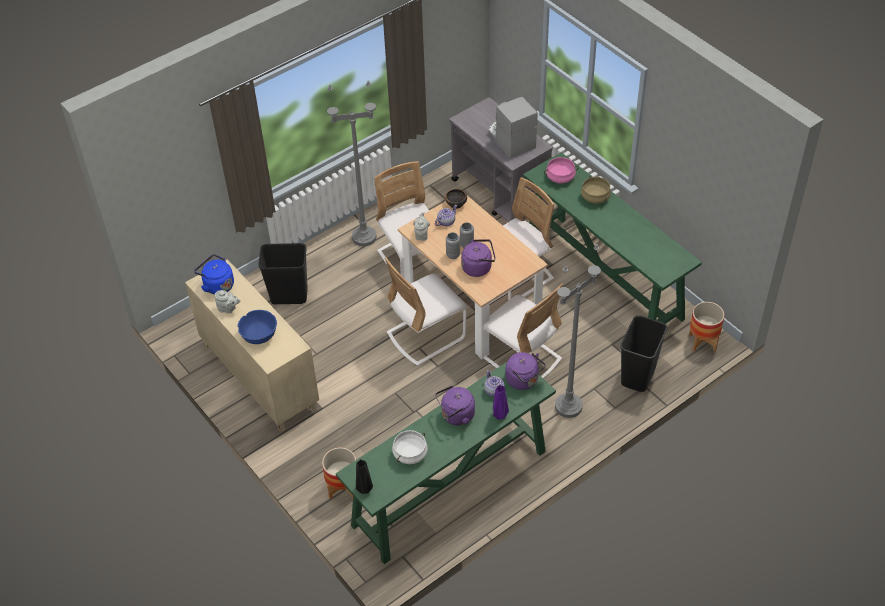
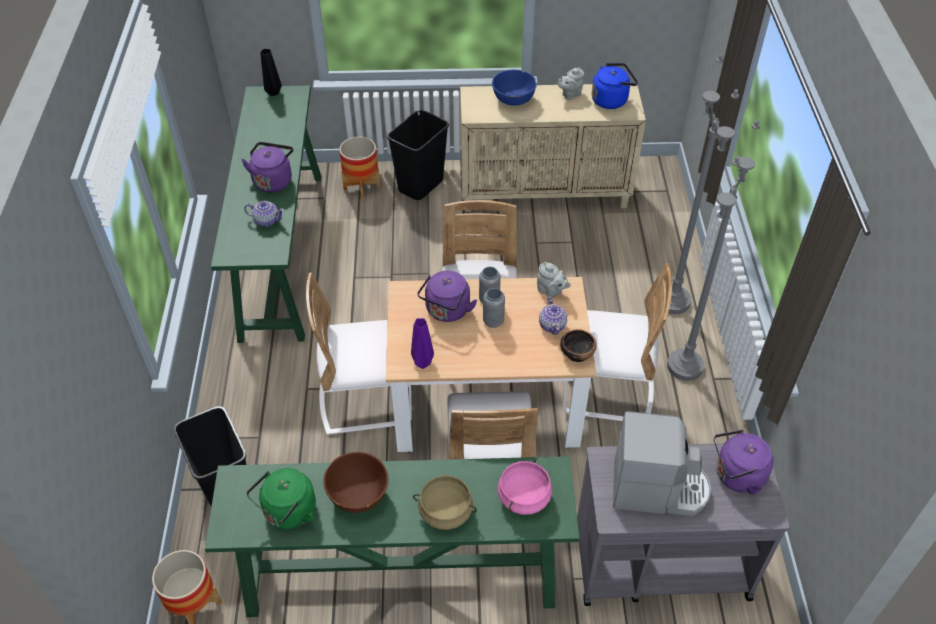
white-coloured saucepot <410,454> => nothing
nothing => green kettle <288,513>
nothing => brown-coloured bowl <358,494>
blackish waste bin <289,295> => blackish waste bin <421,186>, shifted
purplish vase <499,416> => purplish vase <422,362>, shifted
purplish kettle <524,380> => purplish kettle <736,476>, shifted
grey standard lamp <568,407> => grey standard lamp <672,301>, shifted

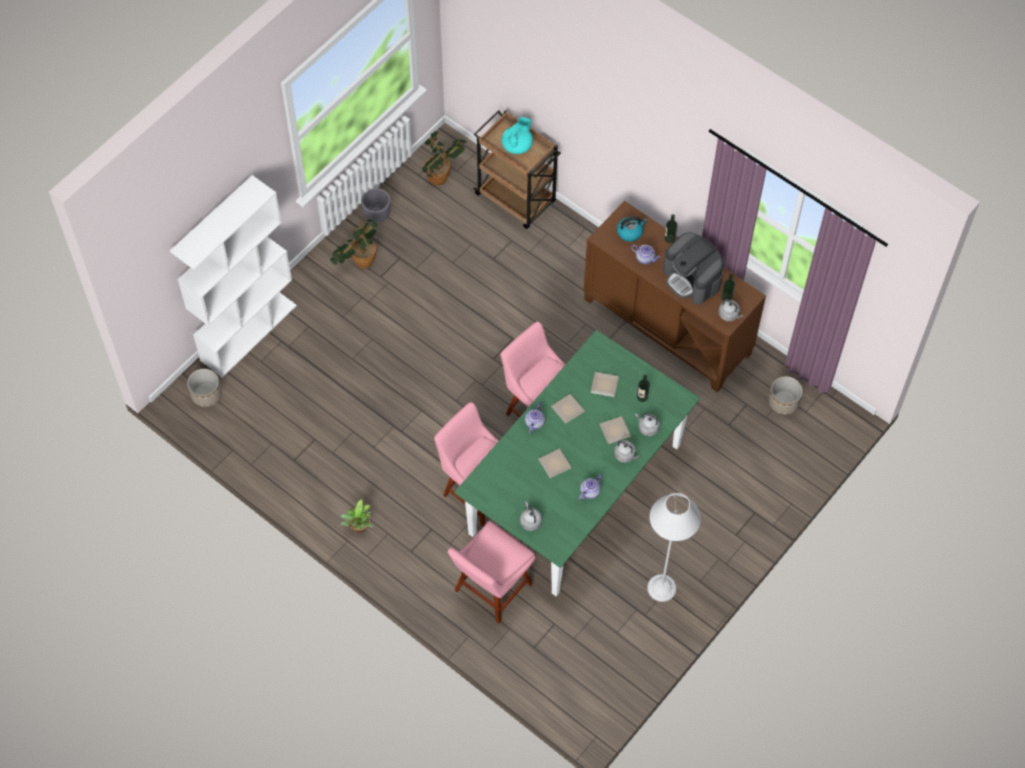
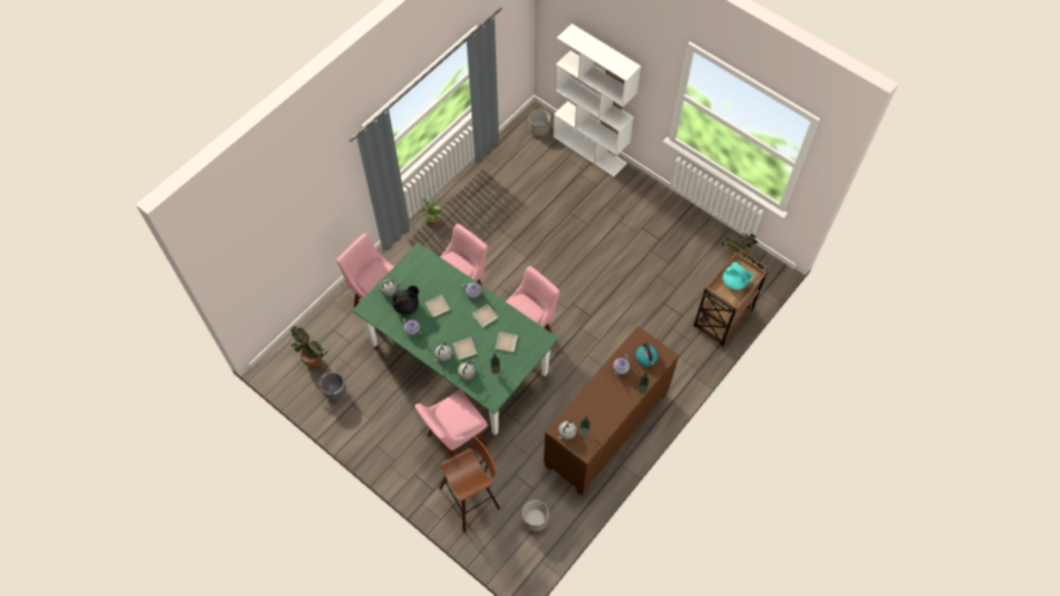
grey standard lamp <661,588> => nothing
coffee maker <692,278> => nothing
nothing => blackish tea pot <407,306>
nothing => pink-coloured upright chair <454,441>
nothing => stool <471,498>
potted plant <359,262> => potted plant <312,357>, shifted
grey planter <377,215> => grey planter <336,392>, shifted

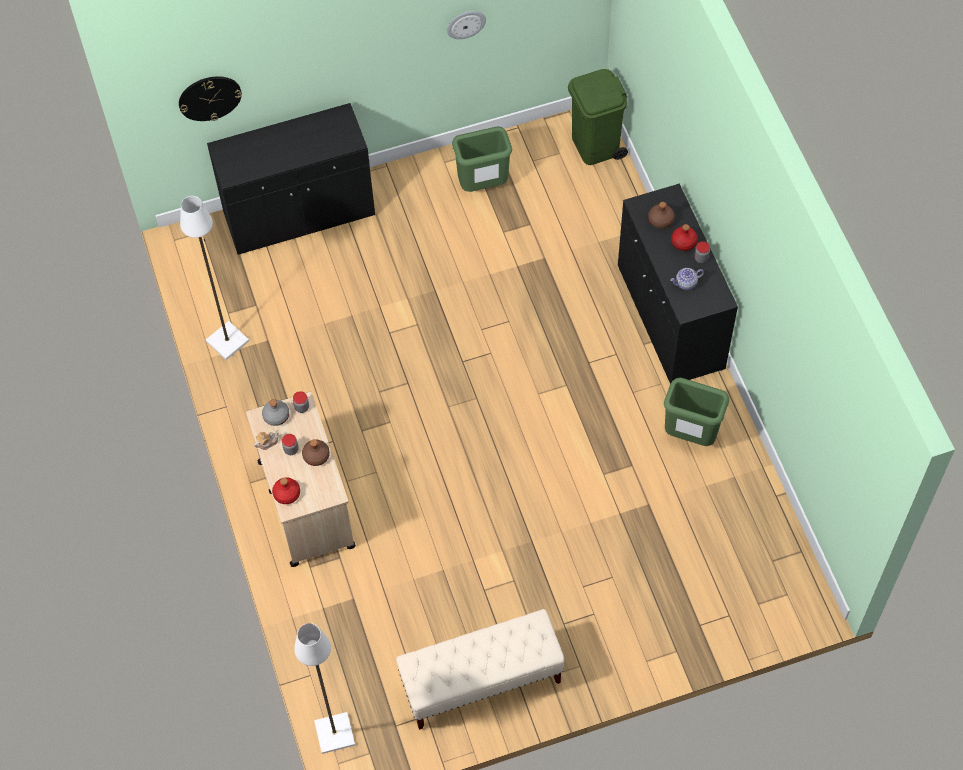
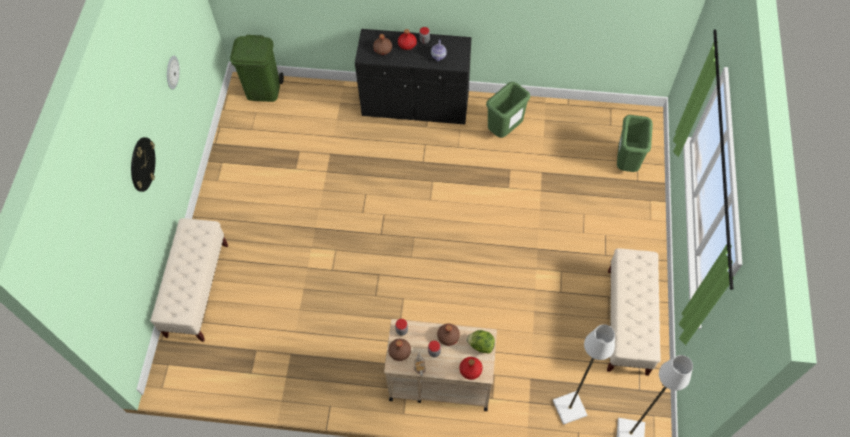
nothing => lettuce <480,345>
wall clock <209,97> => wall clock <142,164>, shifted
white-coloured standard lamp <227,340> => white-coloured standard lamp <568,408>, shifted
green waste bin <482,186> => green waste bin <627,163>, shifted
blackish storage cabinet <299,214> => beige indoor bench <197,289>
grey bottle <276,416> => brown-coloured bottle <399,351>

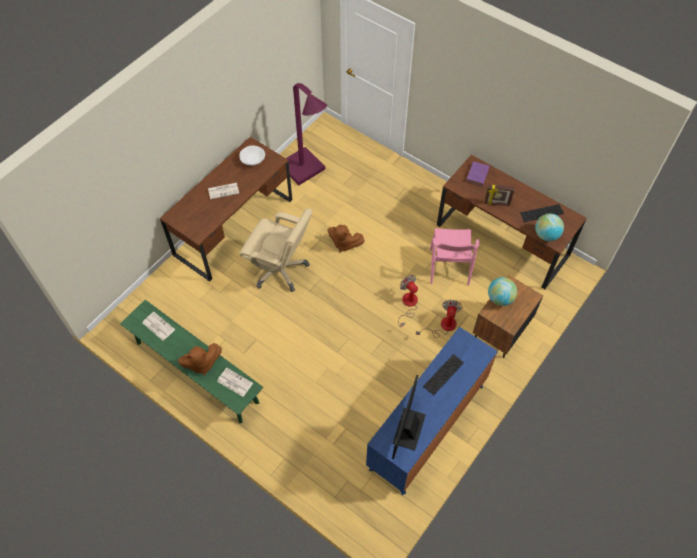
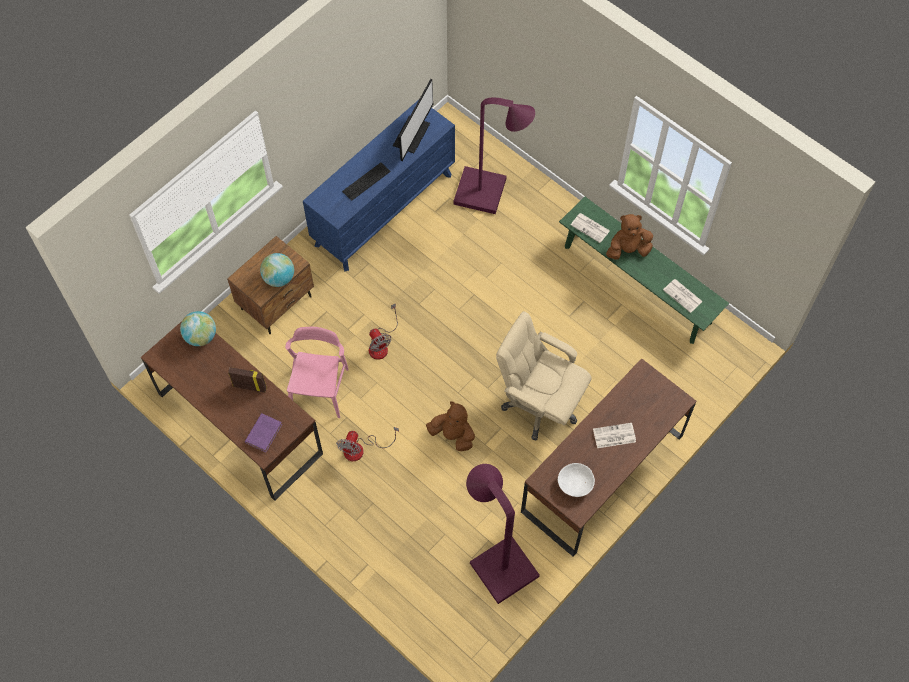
PC keyboard <541,213> => nothing
nothing => purplish standard lamp <488,193>
fan <443,326> => fan <361,449>, shifted

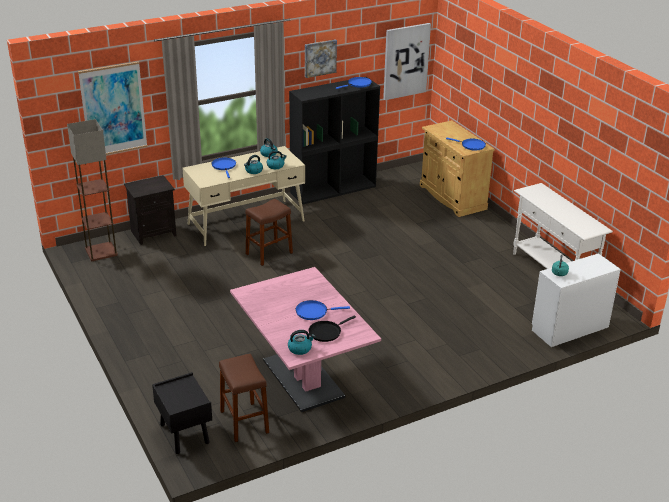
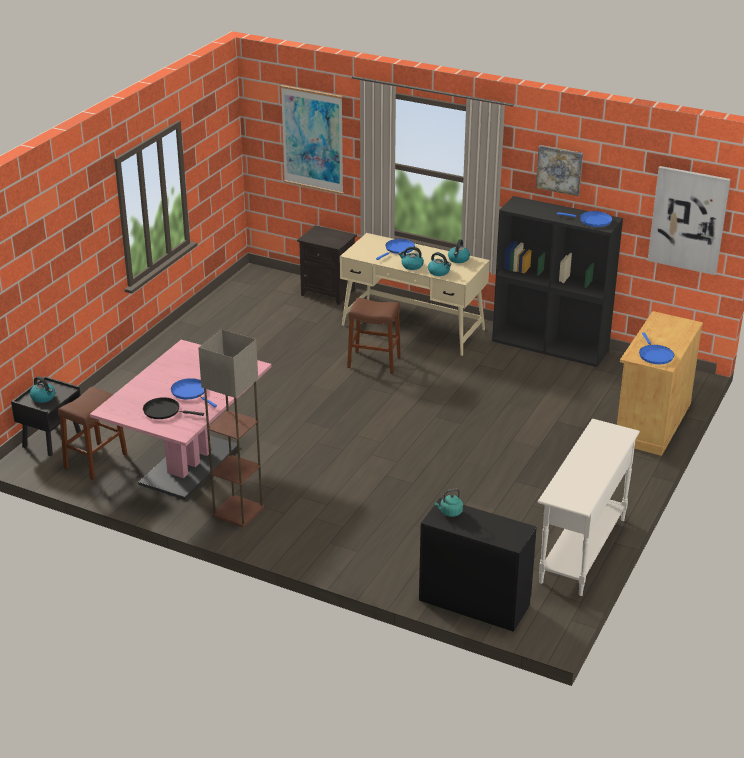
standard lamp <101,252> => standard lamp <237,512>, shifted
kettle <300,348> => kettle <43,397>, shifted
white-coloured dresser <569,328> => blackish dresser <474,601>

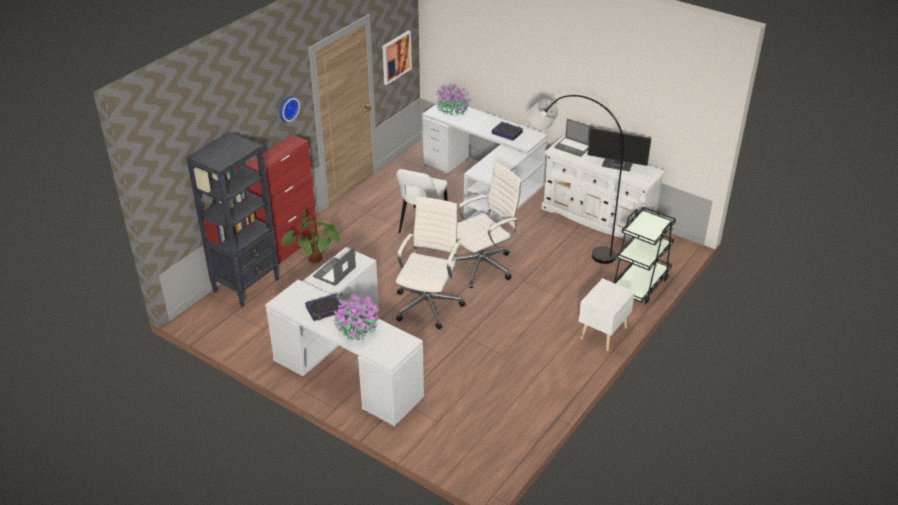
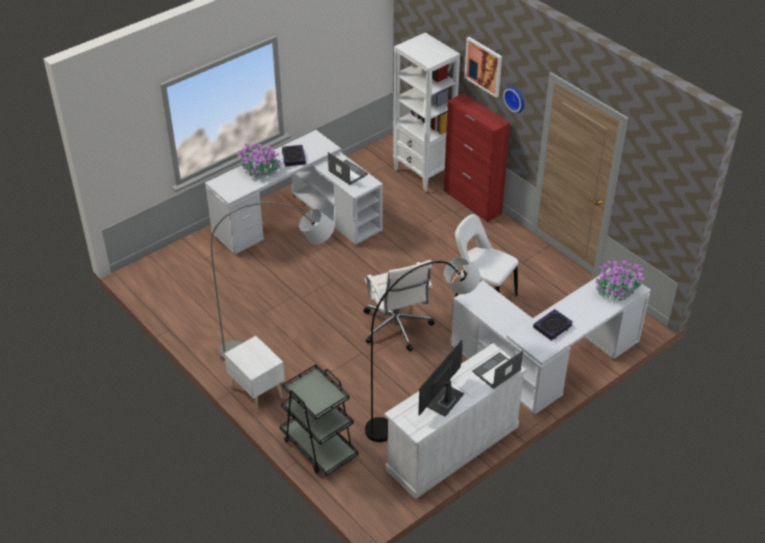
potted plant <317,263> => nothing
white-coloured desk chair <429,304> => nothing
nothing => grey standard lamp <282,344>
wall art <396,57> => wall art <484,66>, shifted
blackish shelving unit <247,285> => white-coloured shelving unit <423,174>

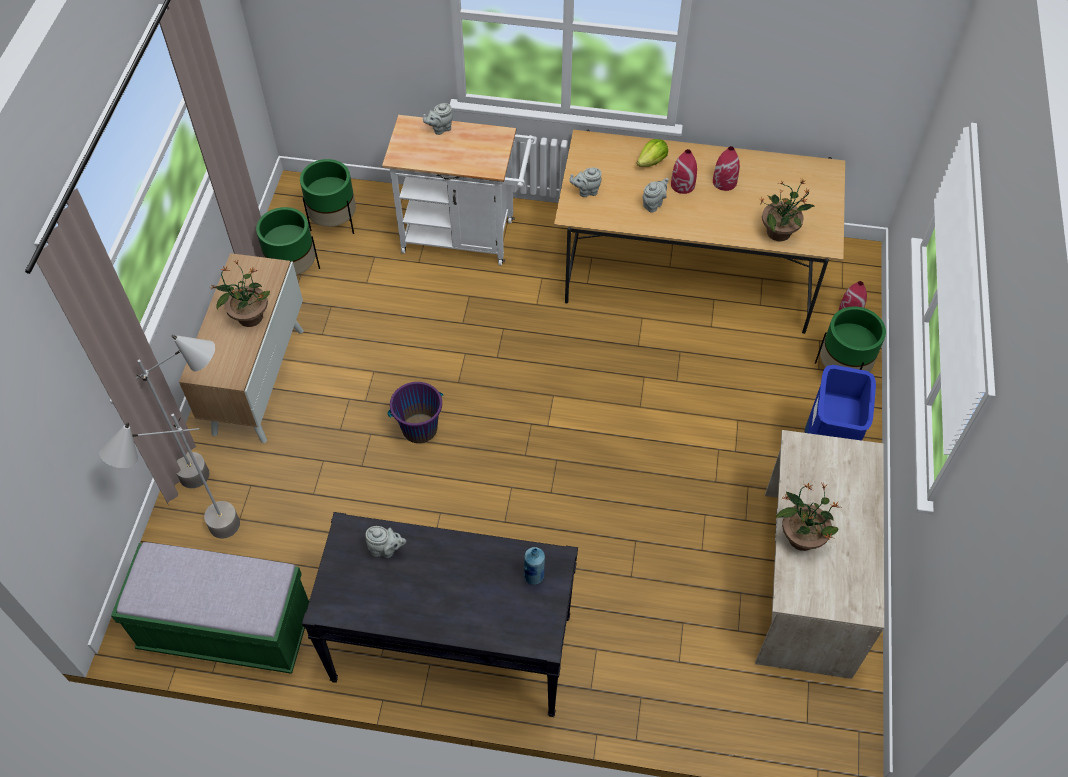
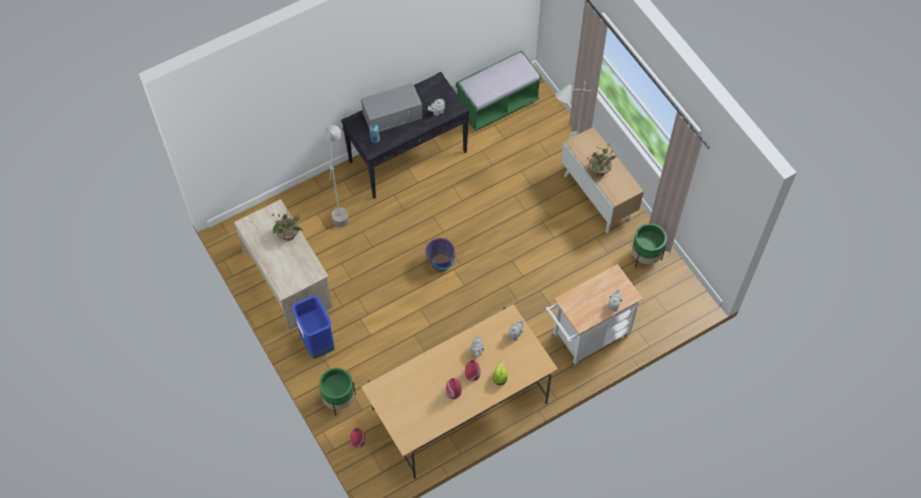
green planter <334,222> => nothing
potted plant <779,232> => nothing
nothing => grey microwave <393,115>
grey standard lamp <204,542> => grey standard lamp <341,208>, shifted
purplish pail <419,428> => purplish pail <440,263>, shifted

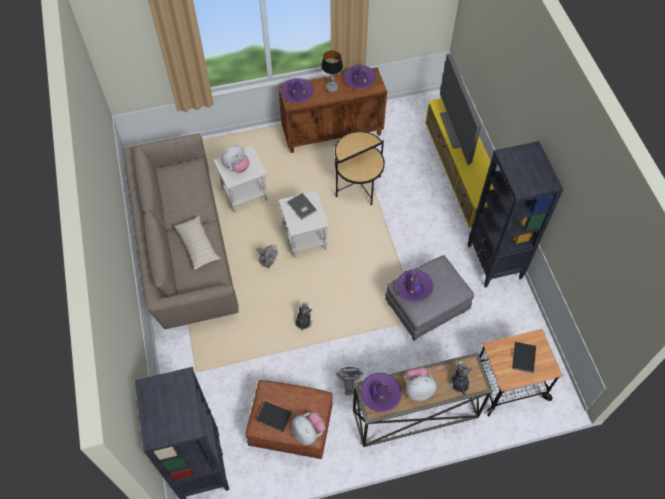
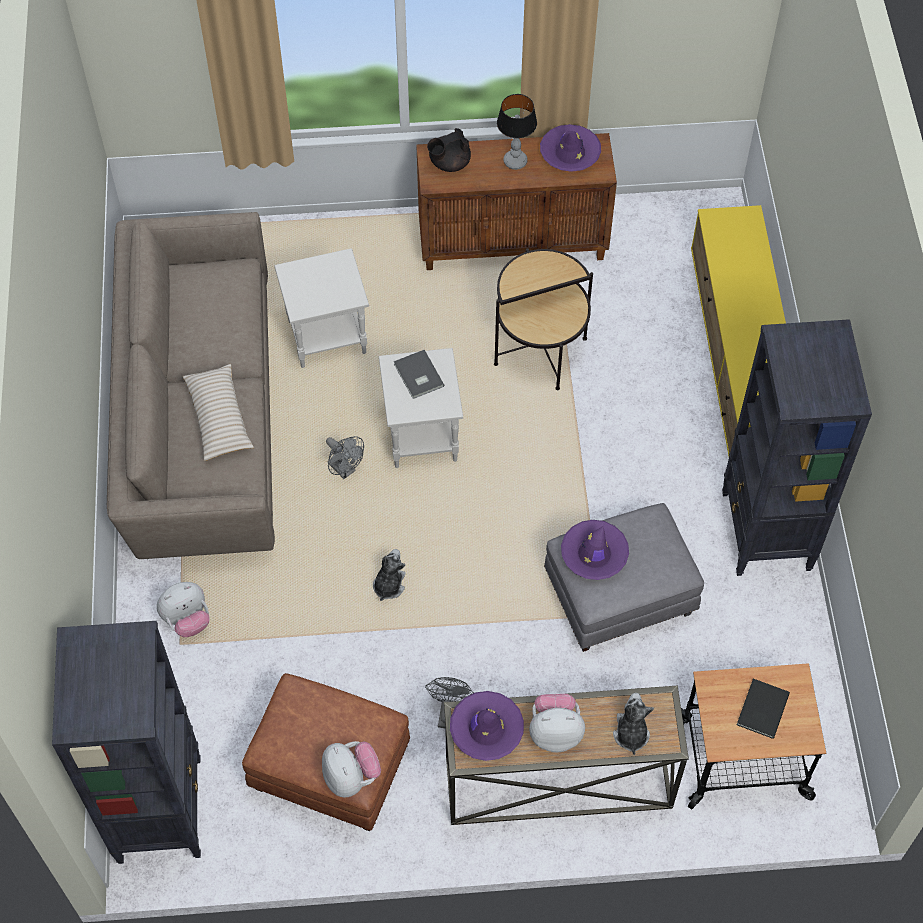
blackish book <274,417> => nothing
TV set <457,129> => nothing
plush toy <236,167> => plush toy <187,620>, shifted
purplish clothing hat <297,93> => blackish tea pot <449,163>

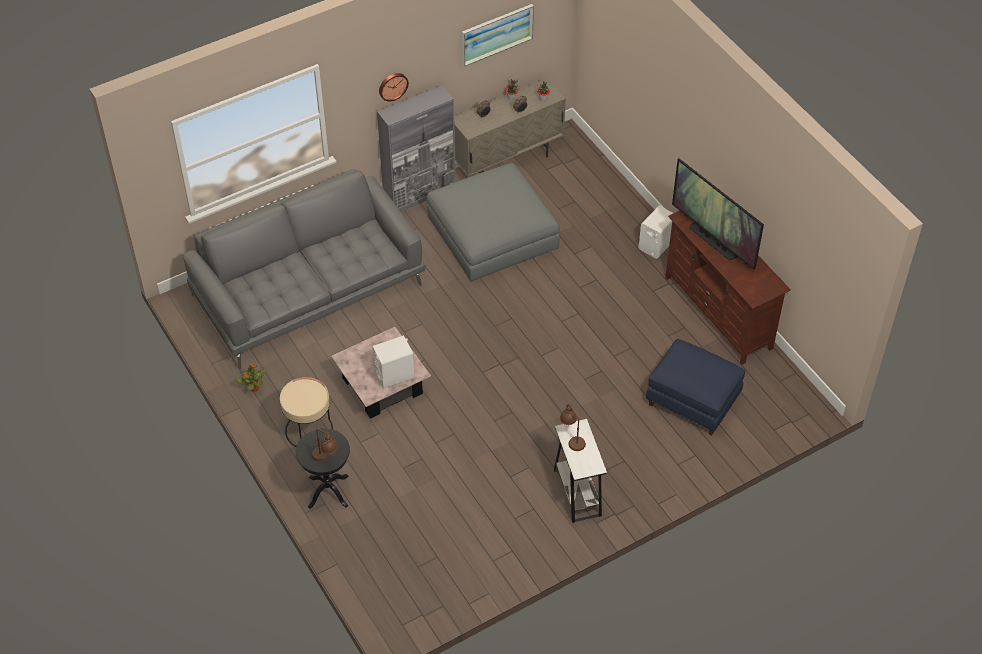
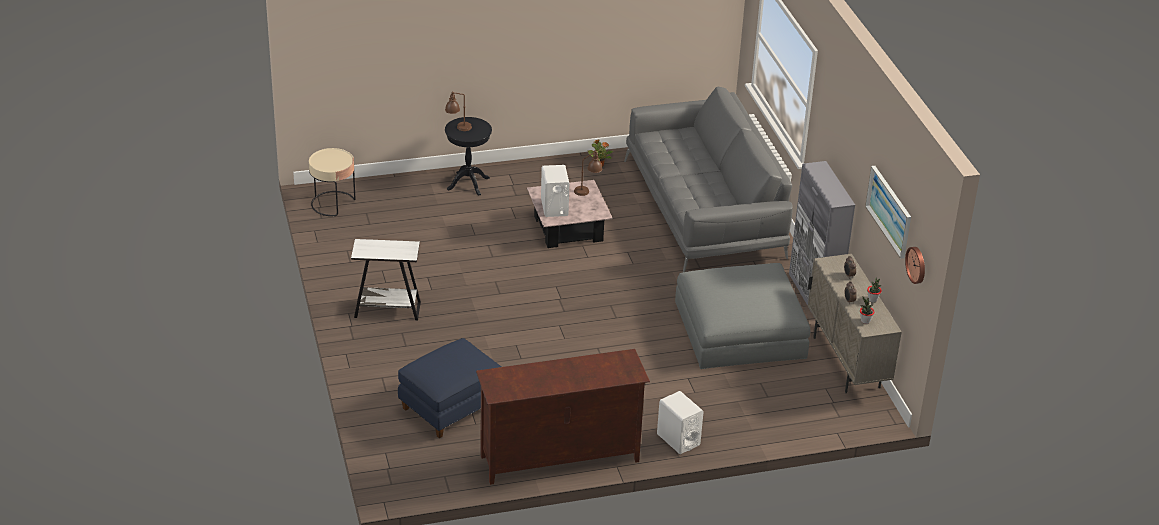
TV set <713,241> => nothing
beige end table <308,430> => beige end table <333,203>, shifted
wall clock <392,86> => wall clock <917,265>, shifted
brown-coloured table lamp <571,439> => brown-coloured table lamp <587,190>, shifted

